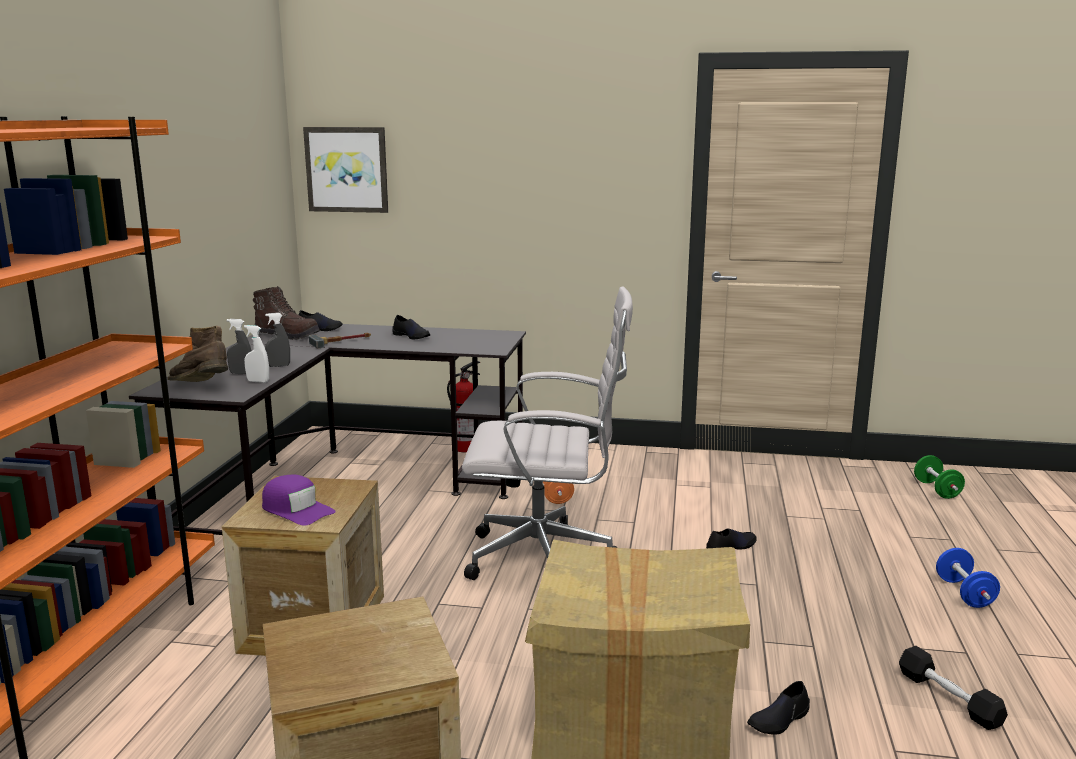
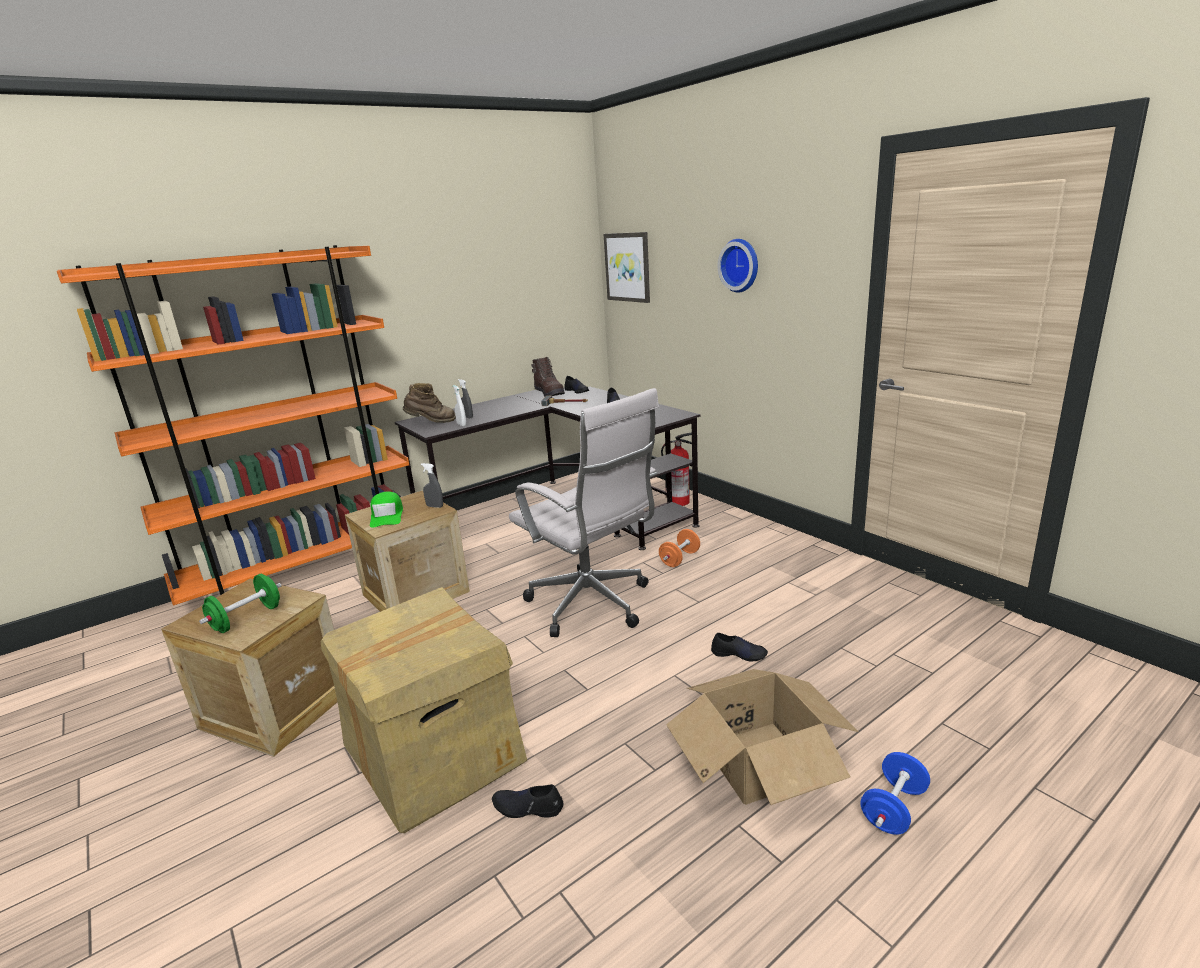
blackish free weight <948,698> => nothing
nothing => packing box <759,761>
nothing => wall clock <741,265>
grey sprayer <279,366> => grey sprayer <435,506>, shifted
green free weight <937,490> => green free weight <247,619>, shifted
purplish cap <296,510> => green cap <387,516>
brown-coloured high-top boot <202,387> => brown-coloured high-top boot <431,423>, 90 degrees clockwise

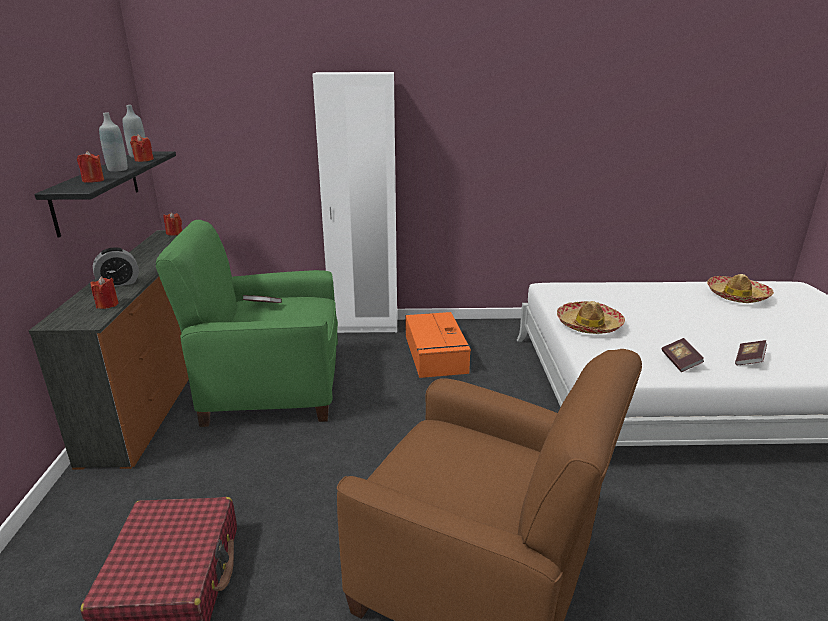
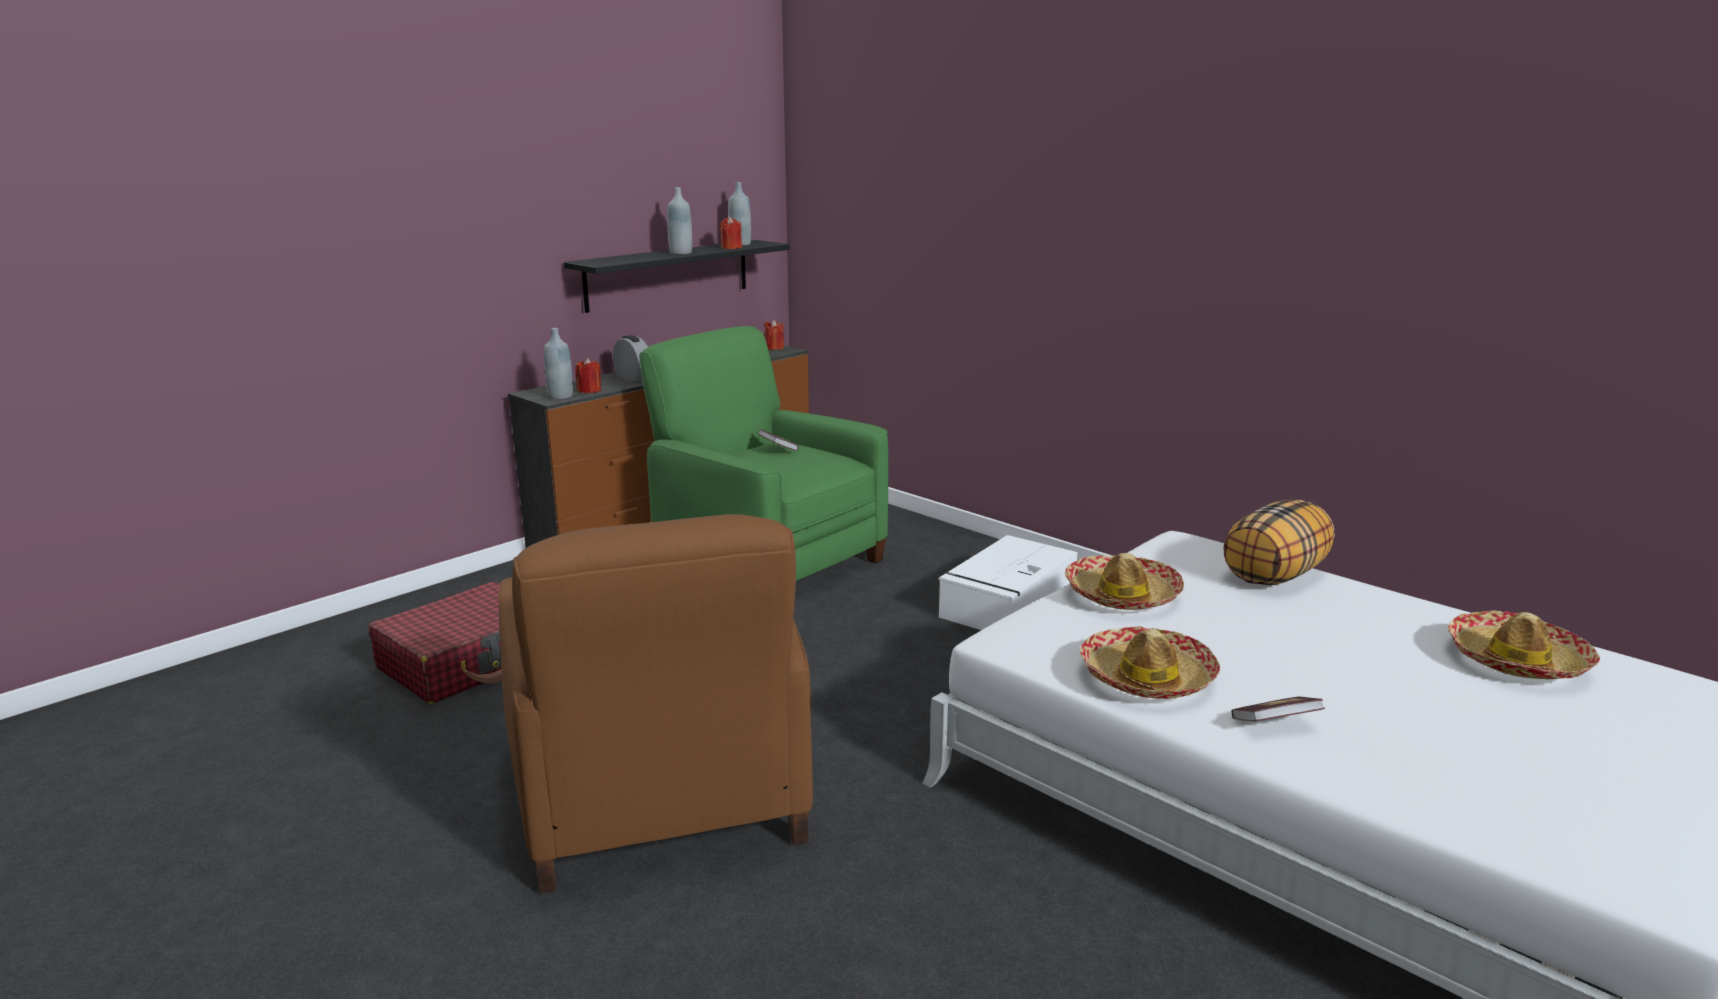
red-coloured wax light <93,180> => nothing
white-coloured wardrobe <364,327> => nothing
nothing => grey bottle <560,396>
nothing => pillow <1275,576>
book <680,362> => clothing hat <1147,678>
orange-coloured storage container <435,354> => white-coloured storage container <1007,603>
bedside clock <119,283> => bedside clock <633,377>, 150 degrees counterclockwise

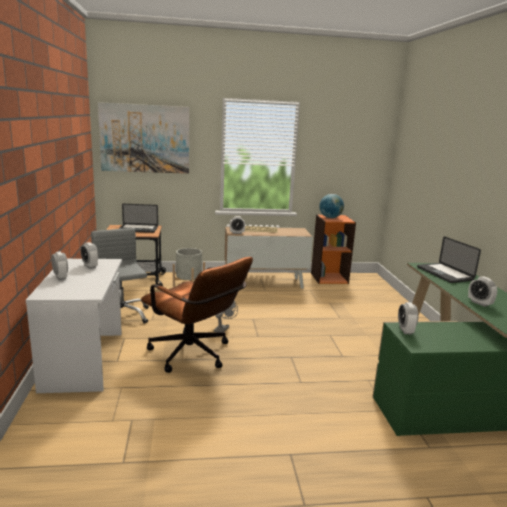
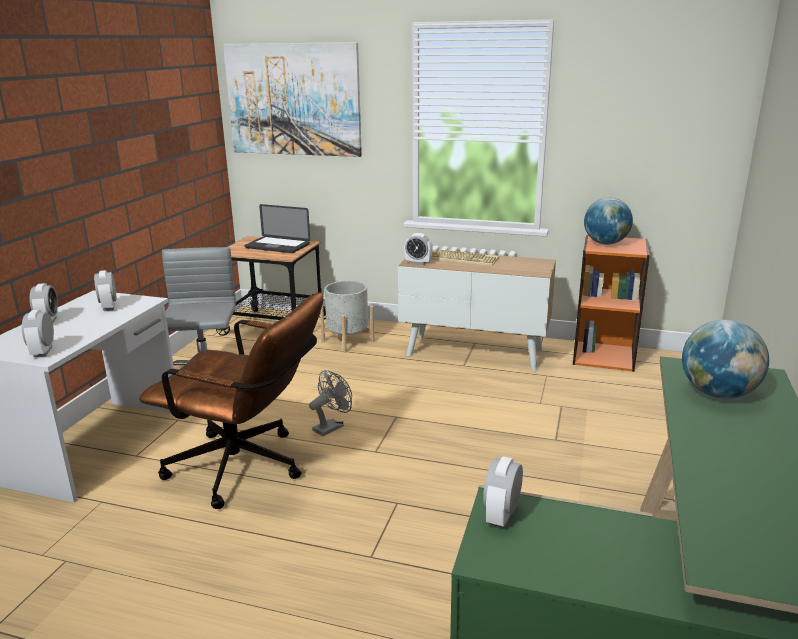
bedside clock <479,303> => bedside clock <43,352>, shifted
laptop <444,273> => world globe <718,394>
brown-coloured desk chair <195,356> => brown-coloured desk chair <247,469>, 45 degrees counterclockwise

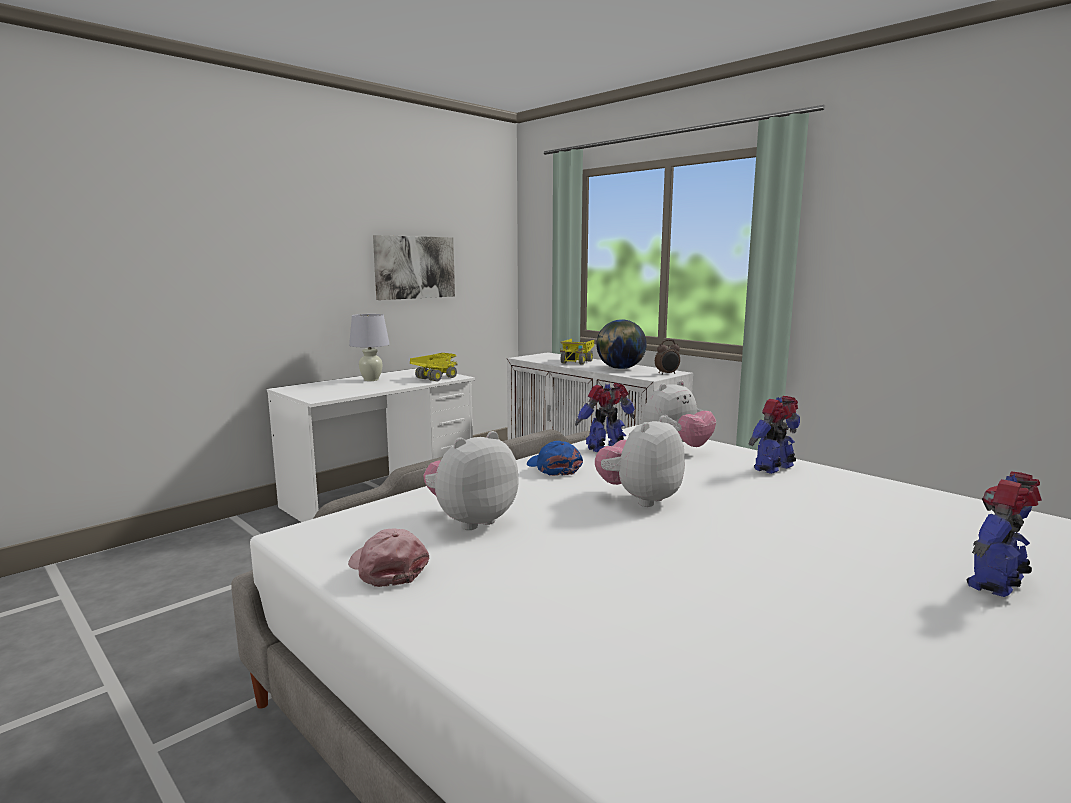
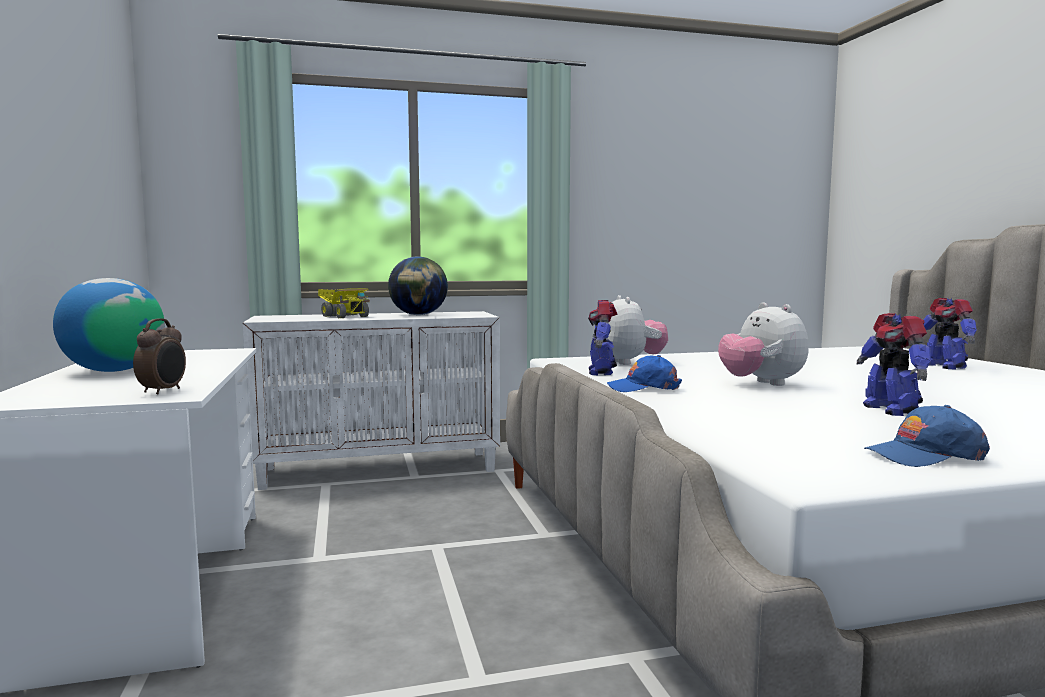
wall art <414,267> => nothing
toy lorry <434,378> => nothing
plush toy <471,520> => nothing
bedside clock <667,374> => bedside clock <163,391>, shifted
model robot <775,468> => model robot <891,409>, shifted
white-coloured table lamp <371,380> => world globe <114,371>
pink-coloured cap <387,567> => blue cap <924,455>

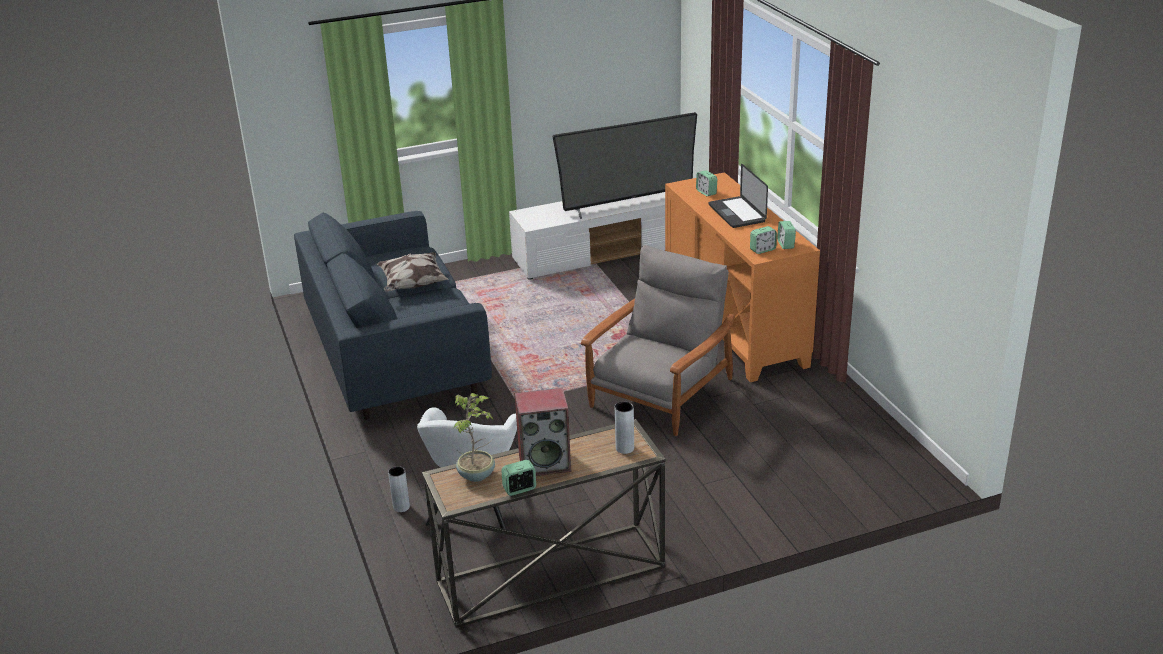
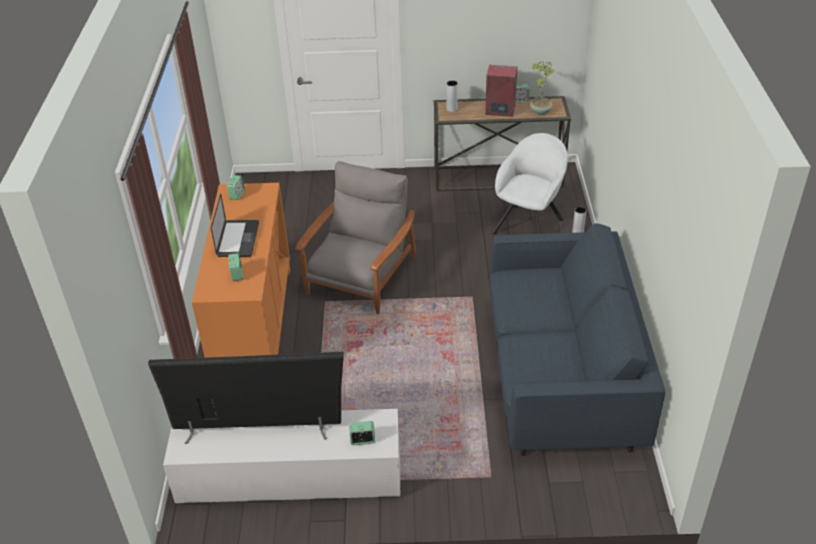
pillow <412,285> => nothing
bedside clock <762,250> => bedside clock <362,440>, shifted
grey easy chair <660,394> => grey easy chair <361,277>, 150 degrees clockwise

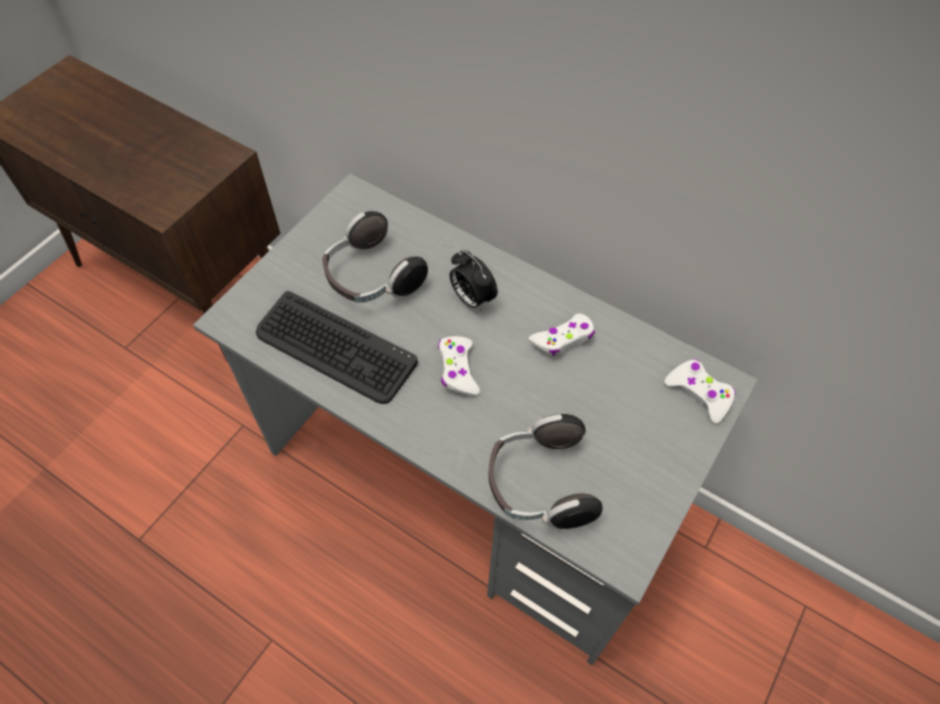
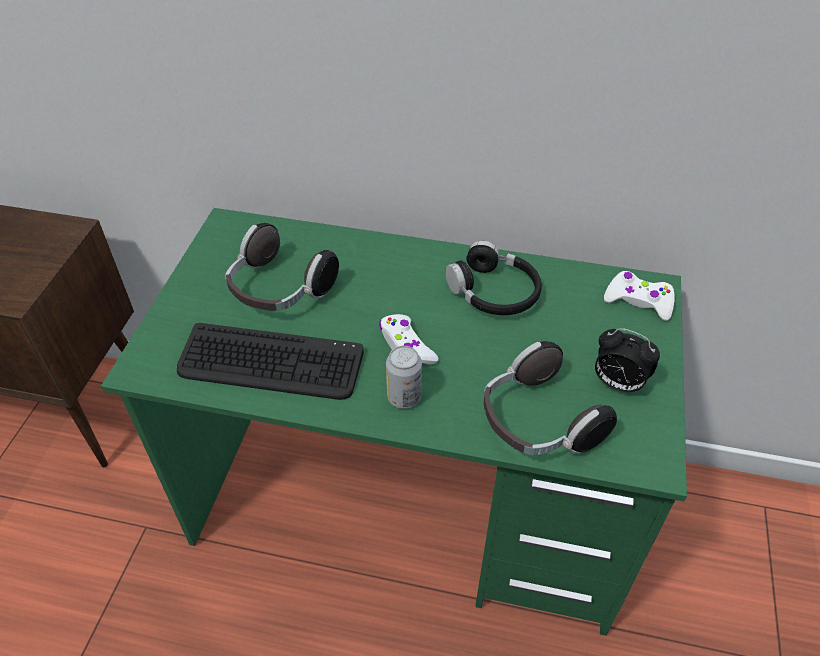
nothing => can <404,397>
bedside clock <471,299> => bedside clock <617,383>, shifted
white-coloured gamepad <563,339> => blackish headset <493,292>
grey desk unit <470,483> => green desk unit <411,503>

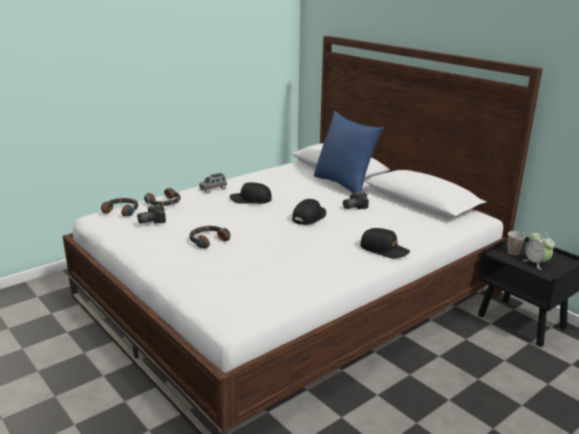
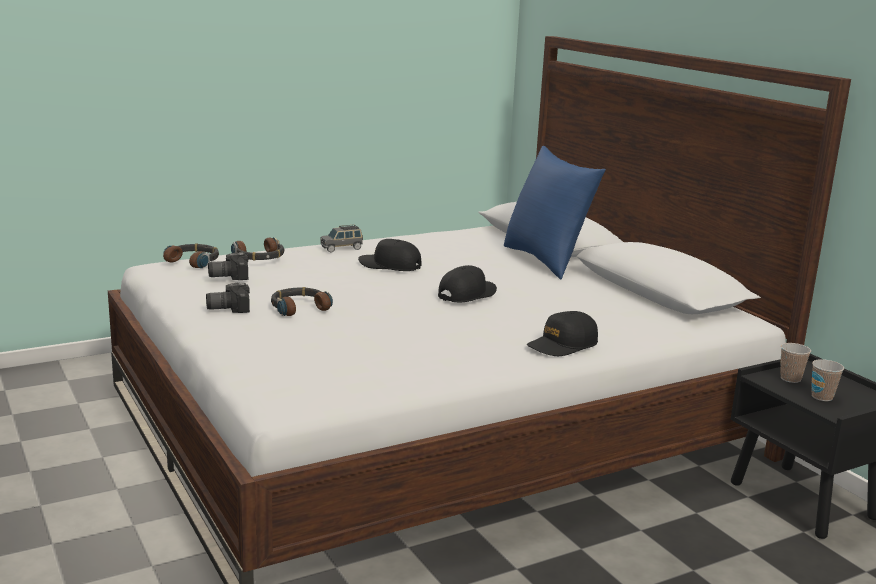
photo camera <353,207> => photo camera <227,308>, shifted
bedside clock <536,263> => small cup <822,397>
blackish cap <384,249> => blackish cap <562,345>, 105 degrees clockwise

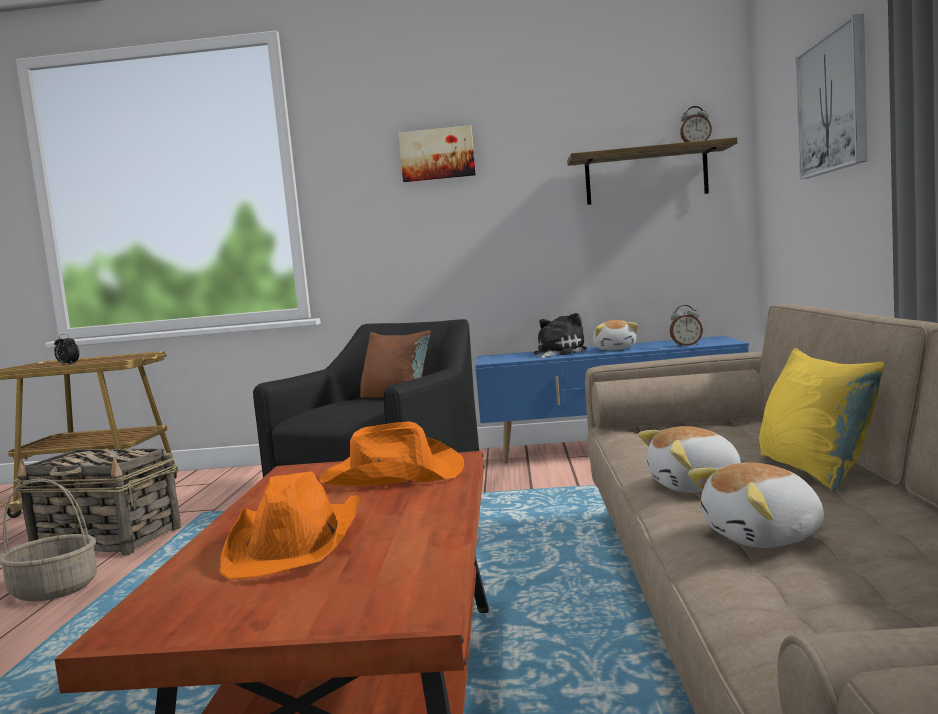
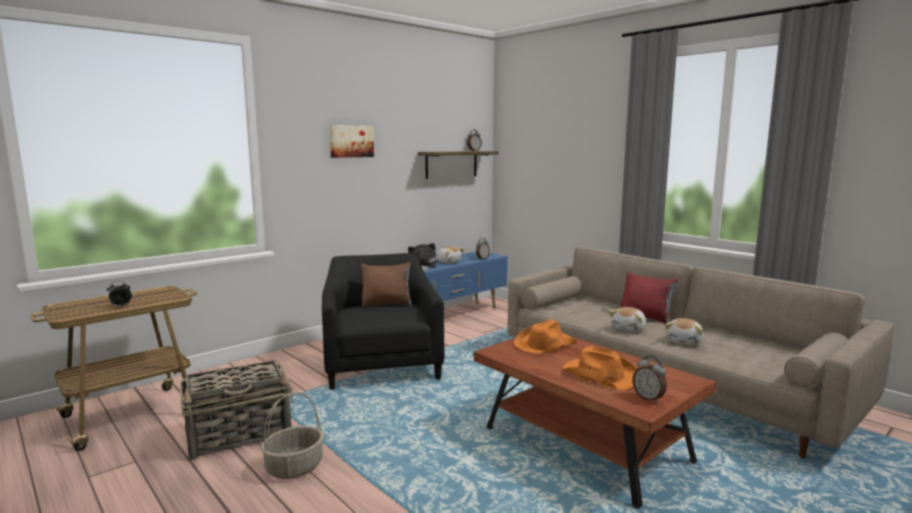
wall art <833,104> => nothing
nothing => bedside clock <648,398>
yellow pillow <814,470> => red-coloured pillow <645,317>

